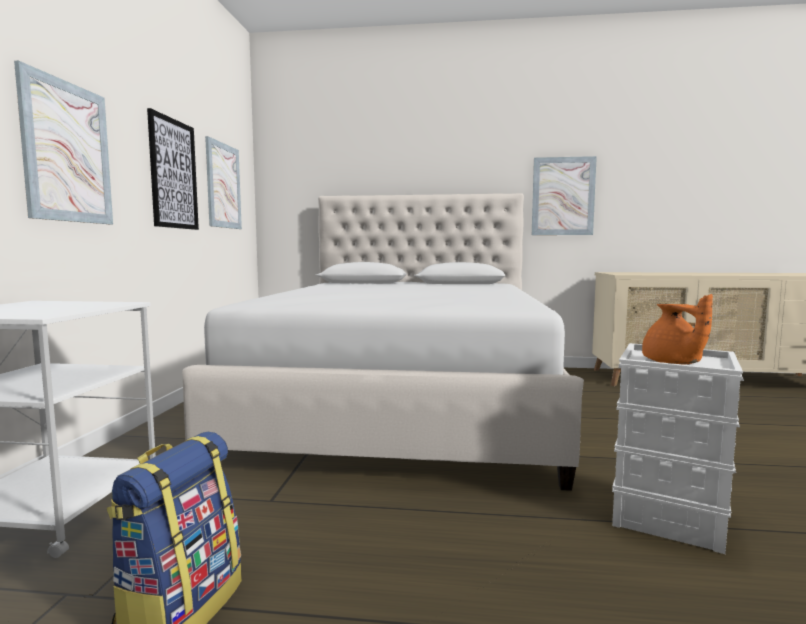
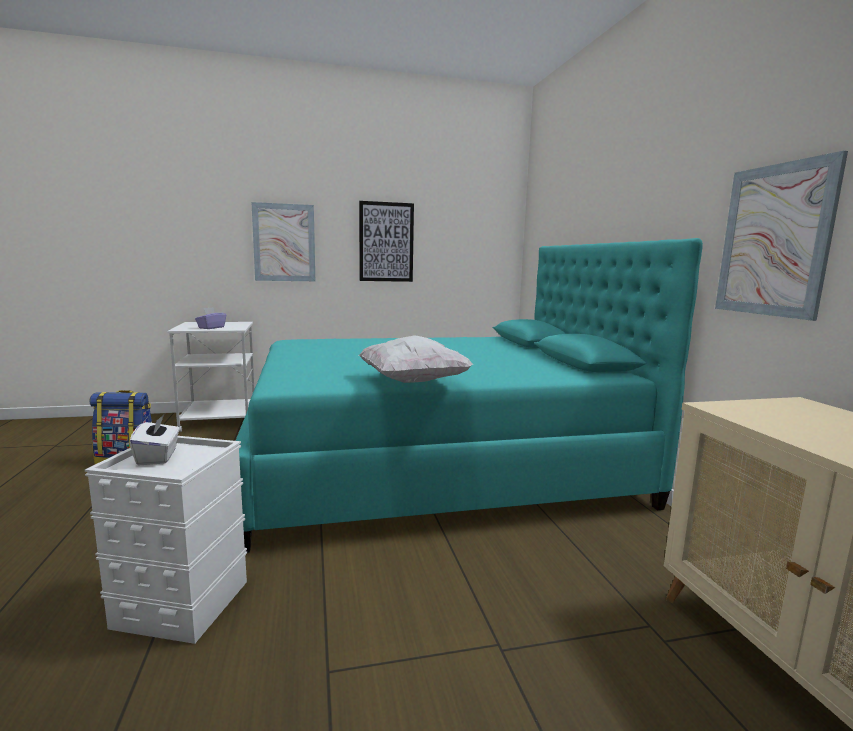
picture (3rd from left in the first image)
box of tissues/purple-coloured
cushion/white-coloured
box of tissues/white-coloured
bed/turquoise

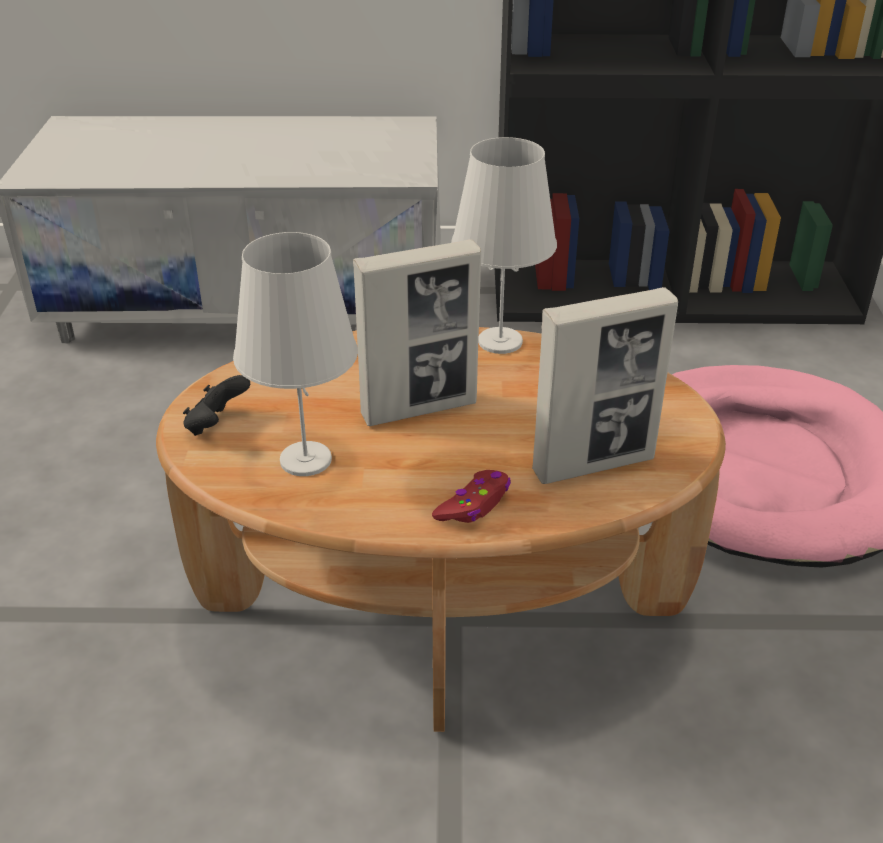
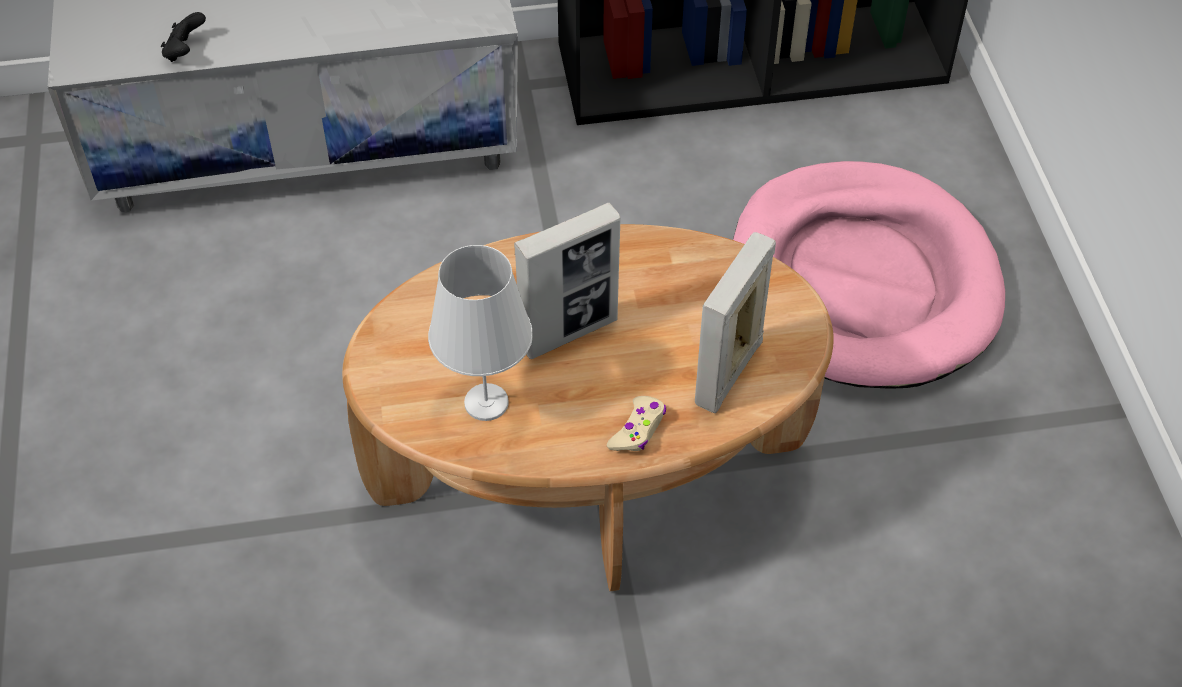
lamp for a table/white-coloured (2nd from left in the first image)
game controller/blackish
game controller/beige-coloured
photo frame (2nd from left)

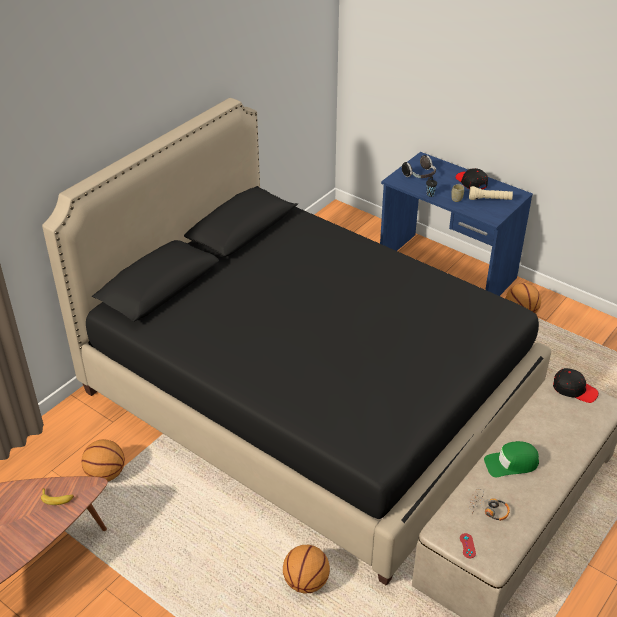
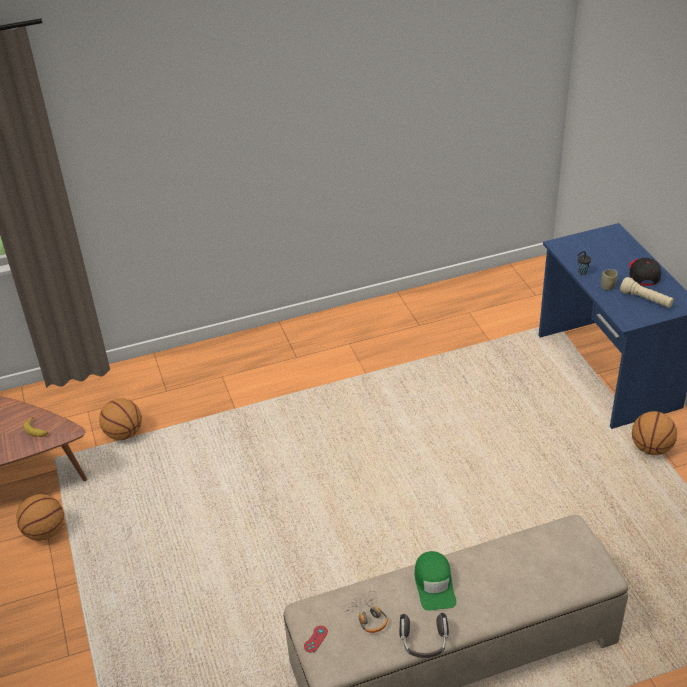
bed/blackish
cap/blackish (2nd from left in the first image)
basketball (1st from left)
headphones (2nd from left)
cap/greenish

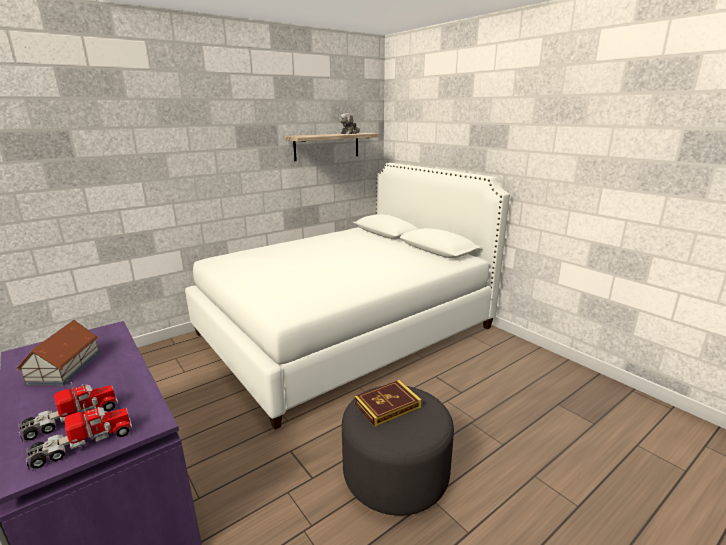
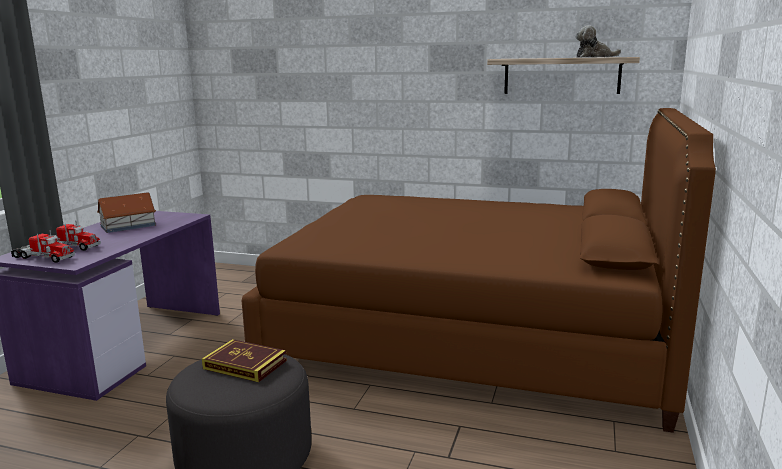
bed/brown-coloured

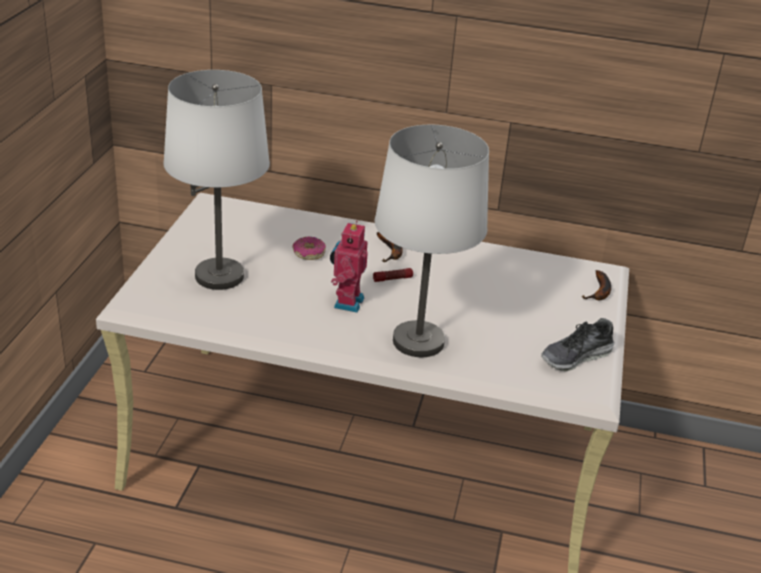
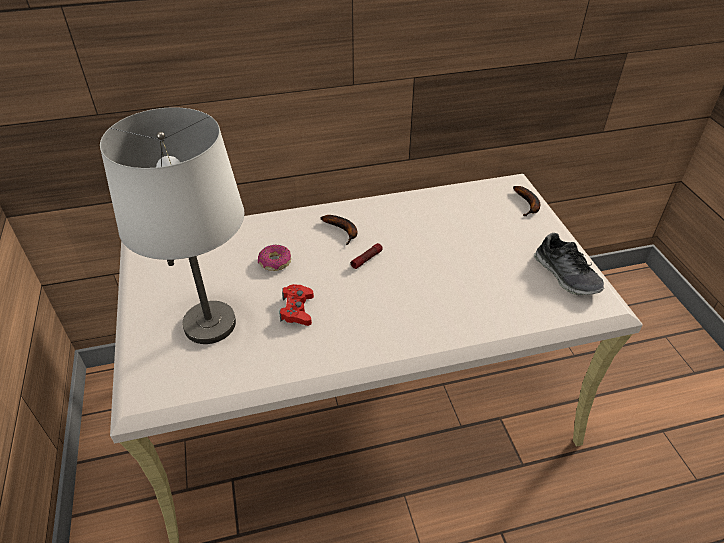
toy robot
lamp for a table/white-coloured (2nd from left in the first image)
game controller/red-coloured
item of footwear

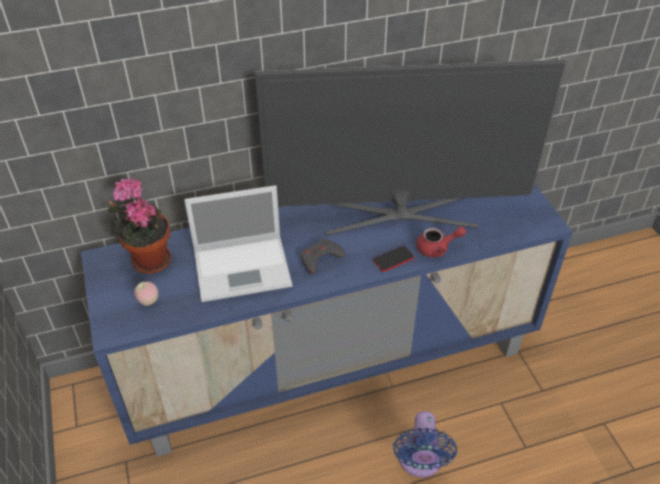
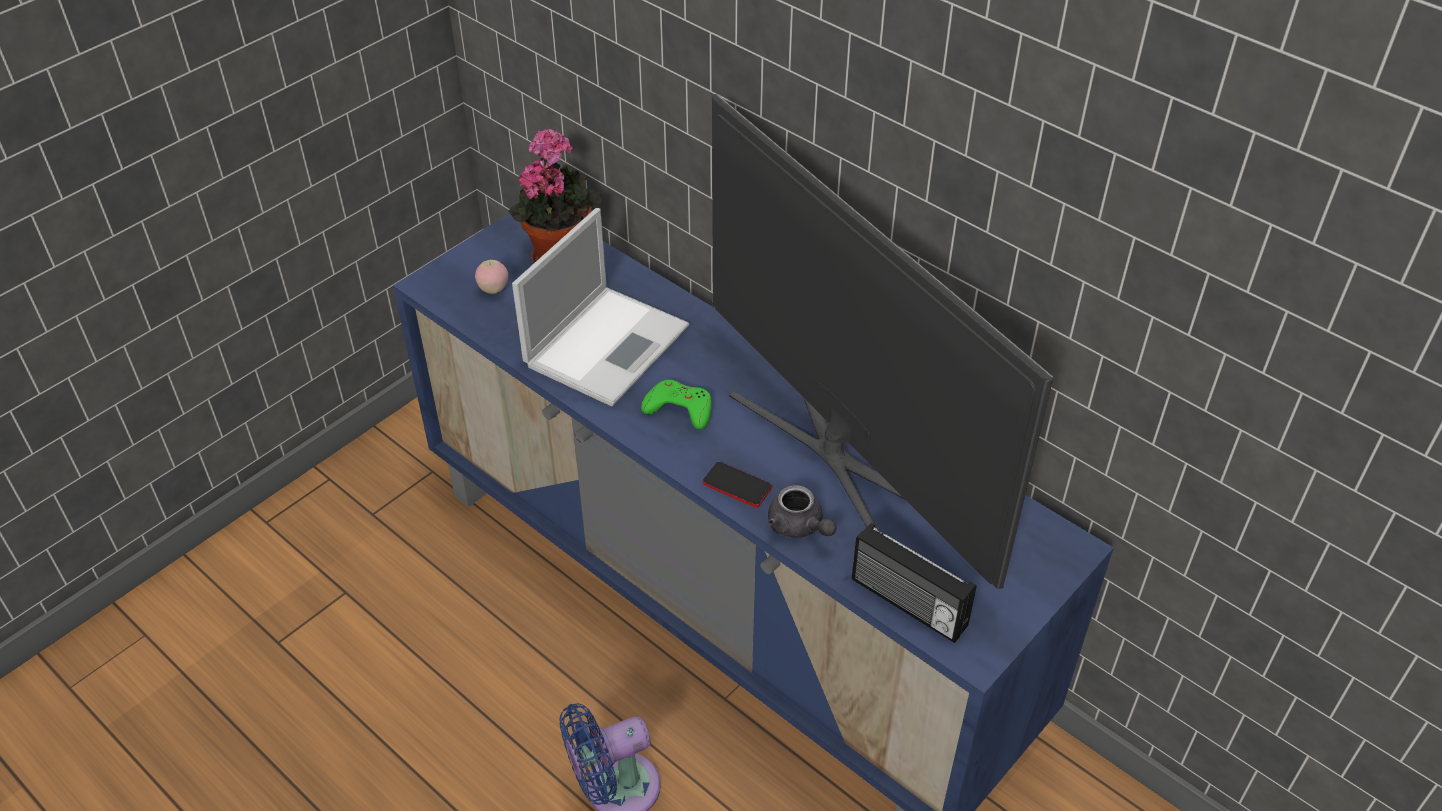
radio set
game controller/greenish
tea pot/gray
notebook computer

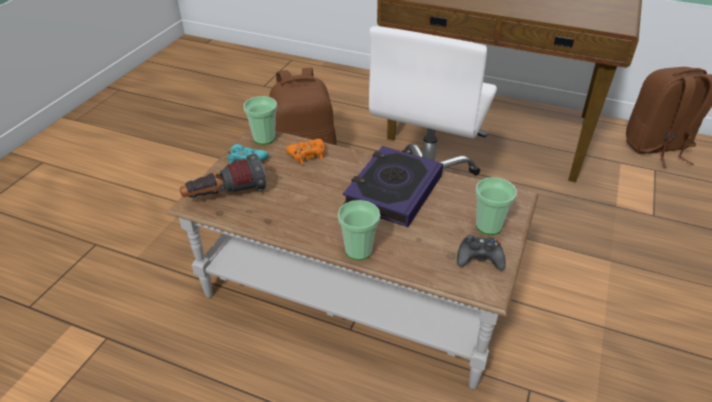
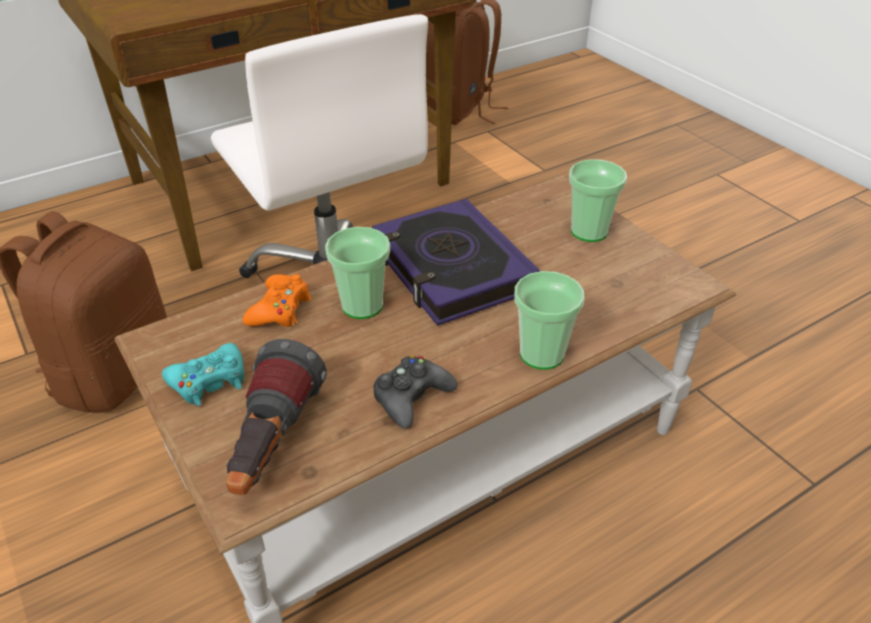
drinking cup (1st from left)
game controller/blackish

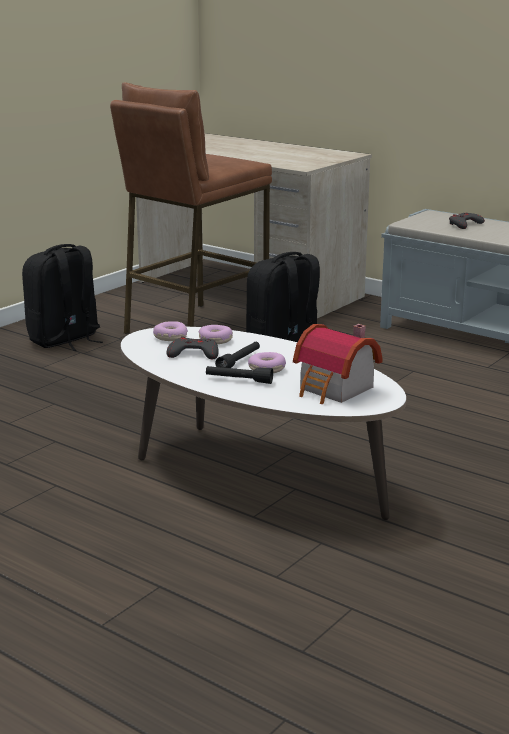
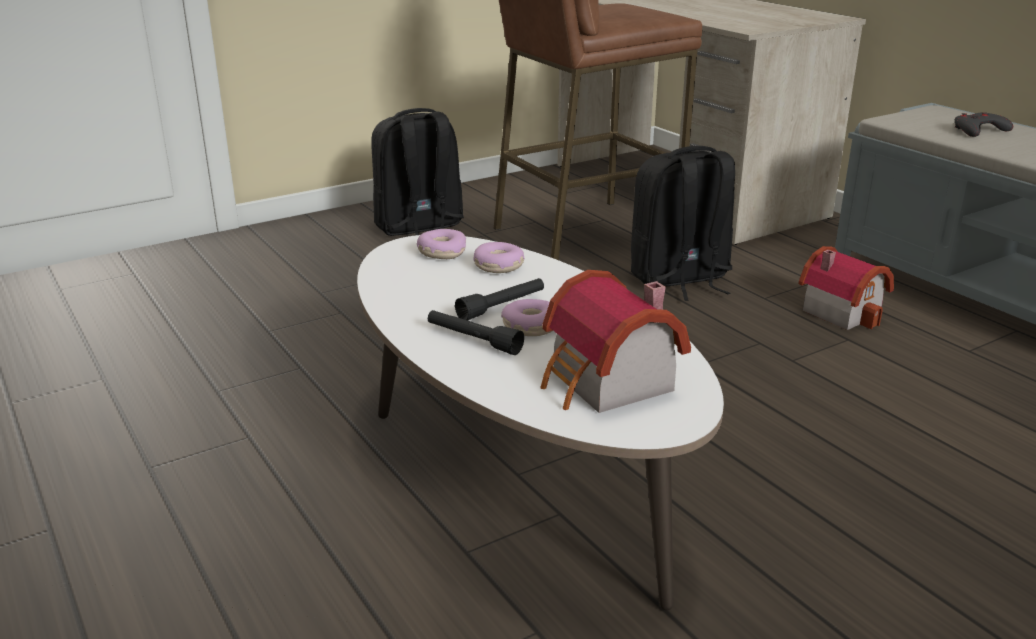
game controller/gray (1st from left in the first image)
miniature house (2nd from left)

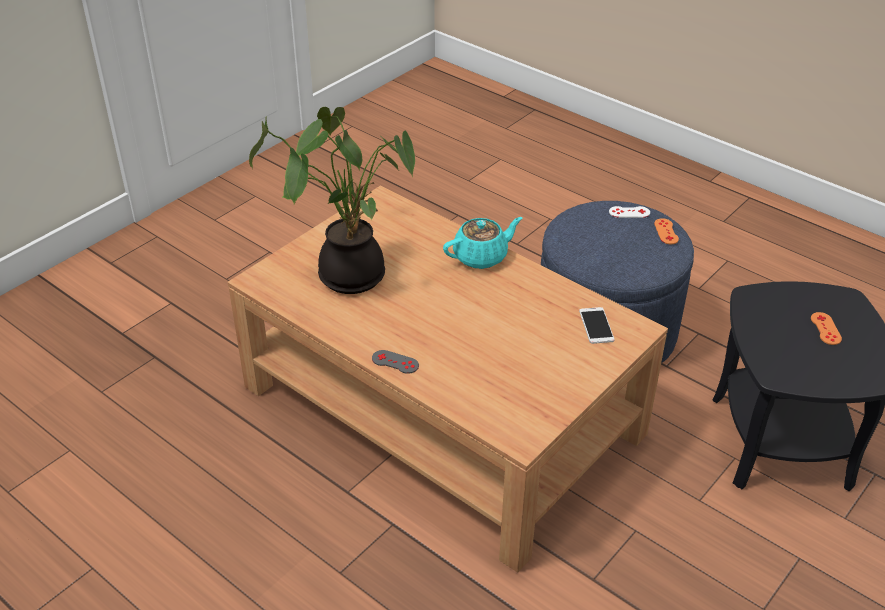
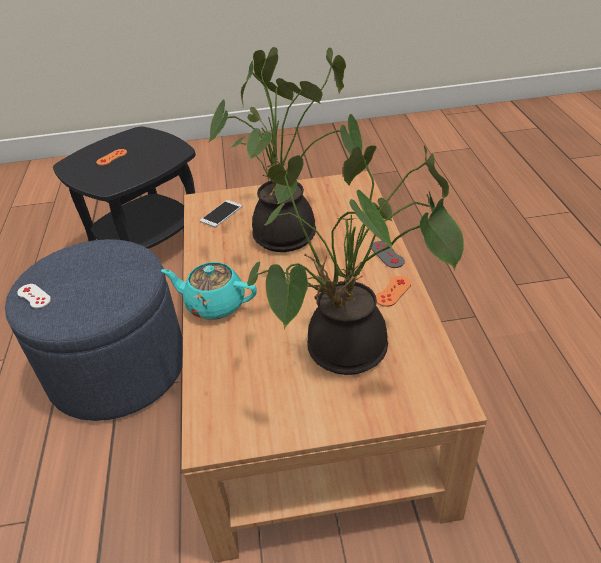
potted plant (1st from left)
game controller/orange-coloured (2nd from left)

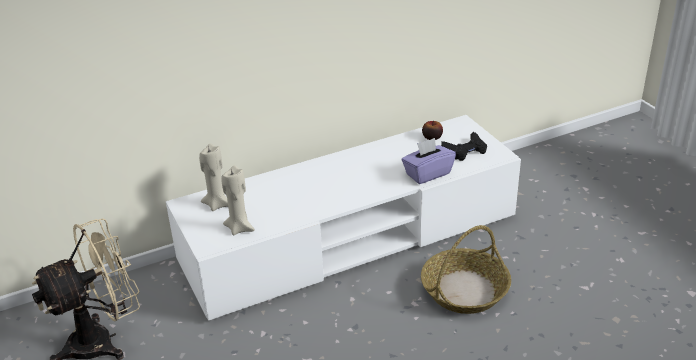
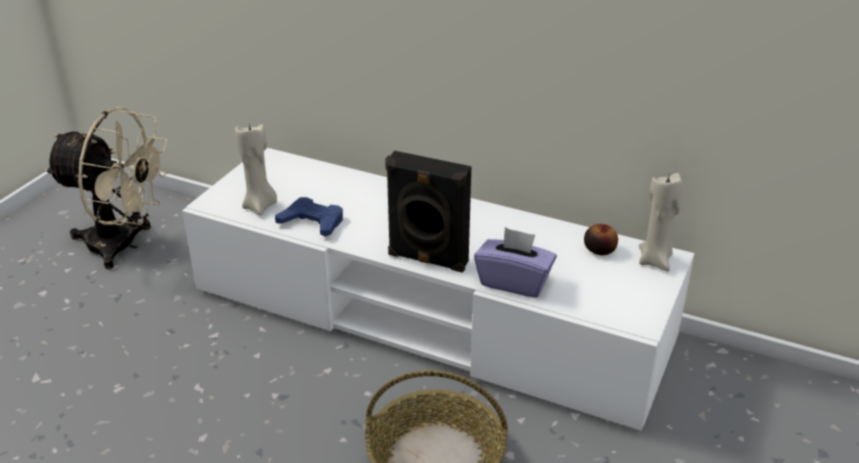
game controller/blackish
game controller/bluish
loudspeaker/blackish
wax candle/beige-coloured (2nd from left)

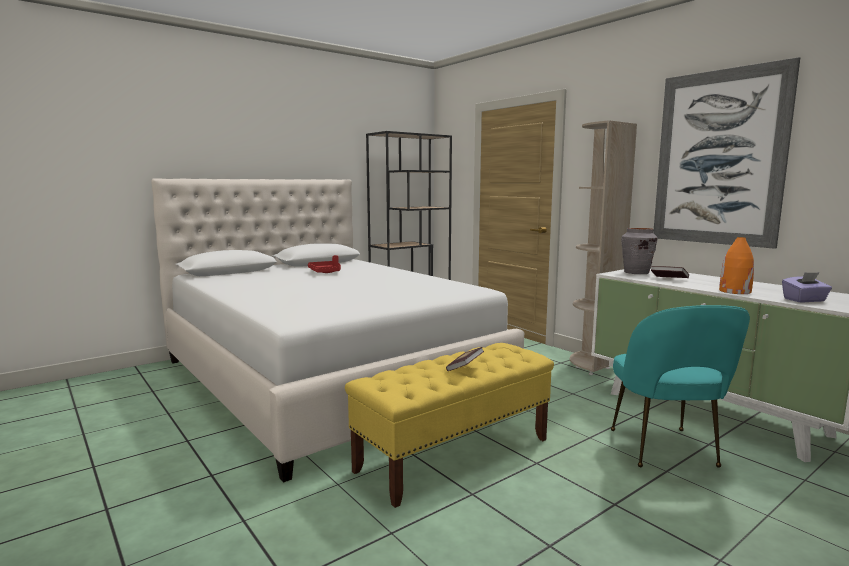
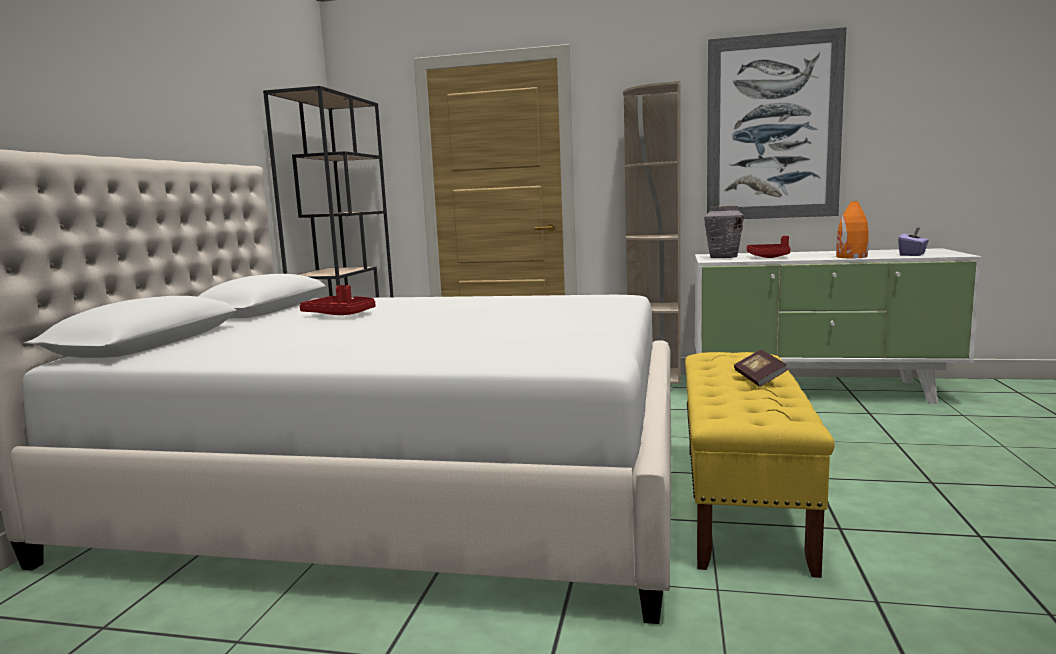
chair/turquoise
carrying tray/red-coloured (2nd from left)

